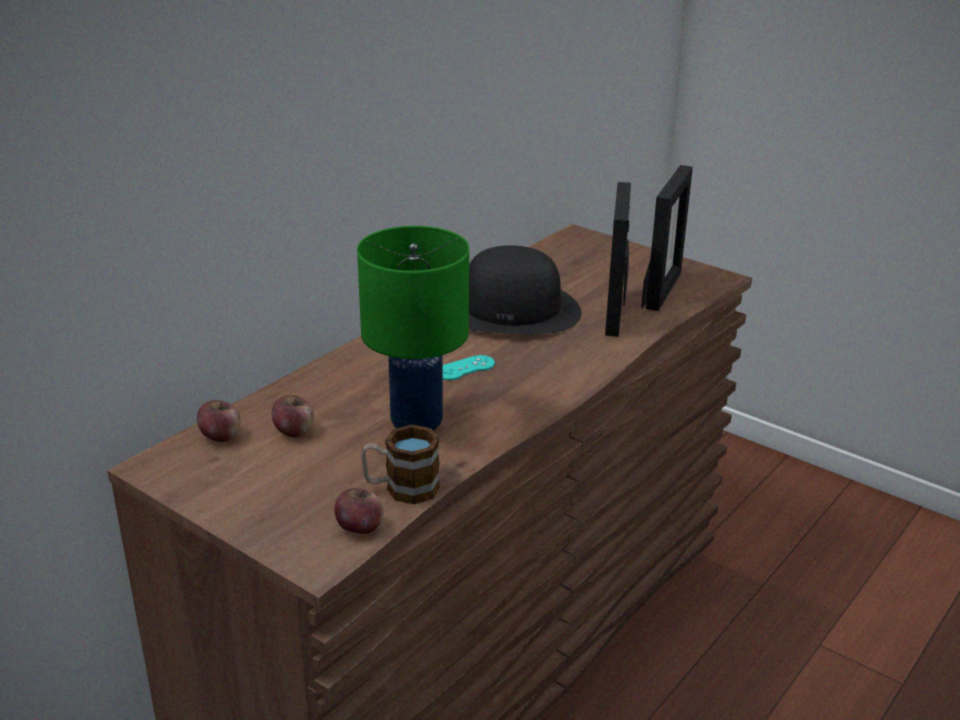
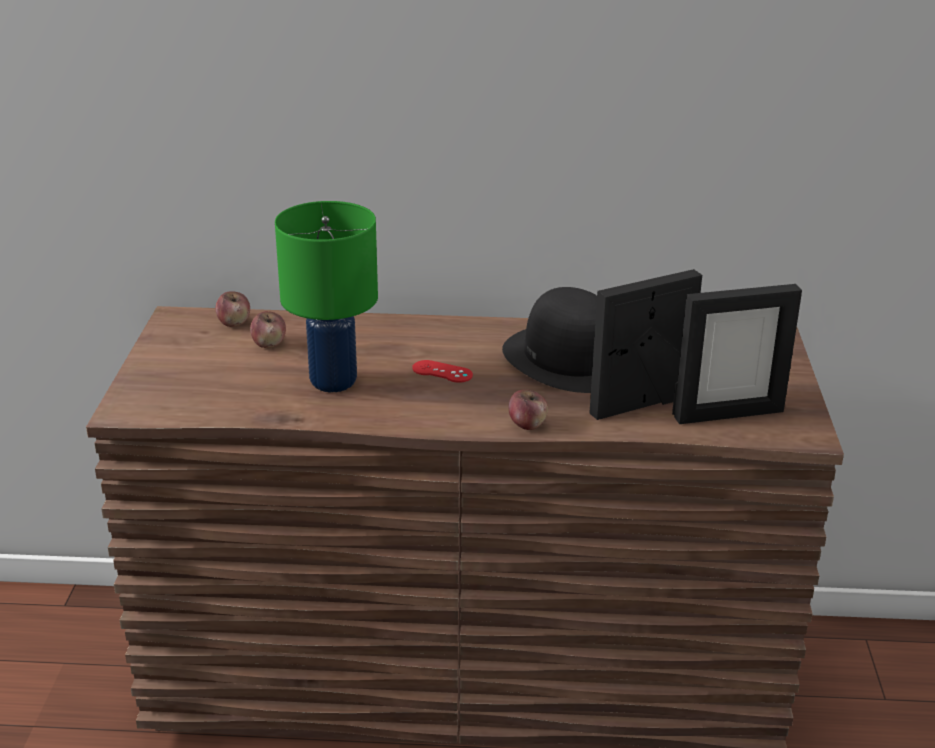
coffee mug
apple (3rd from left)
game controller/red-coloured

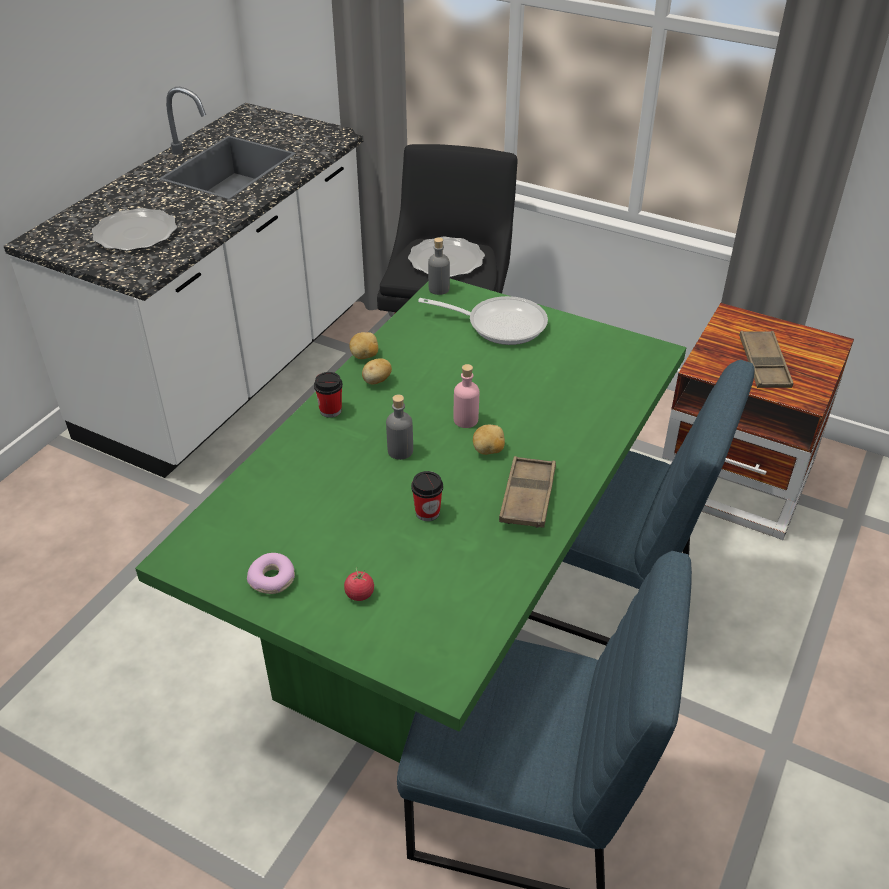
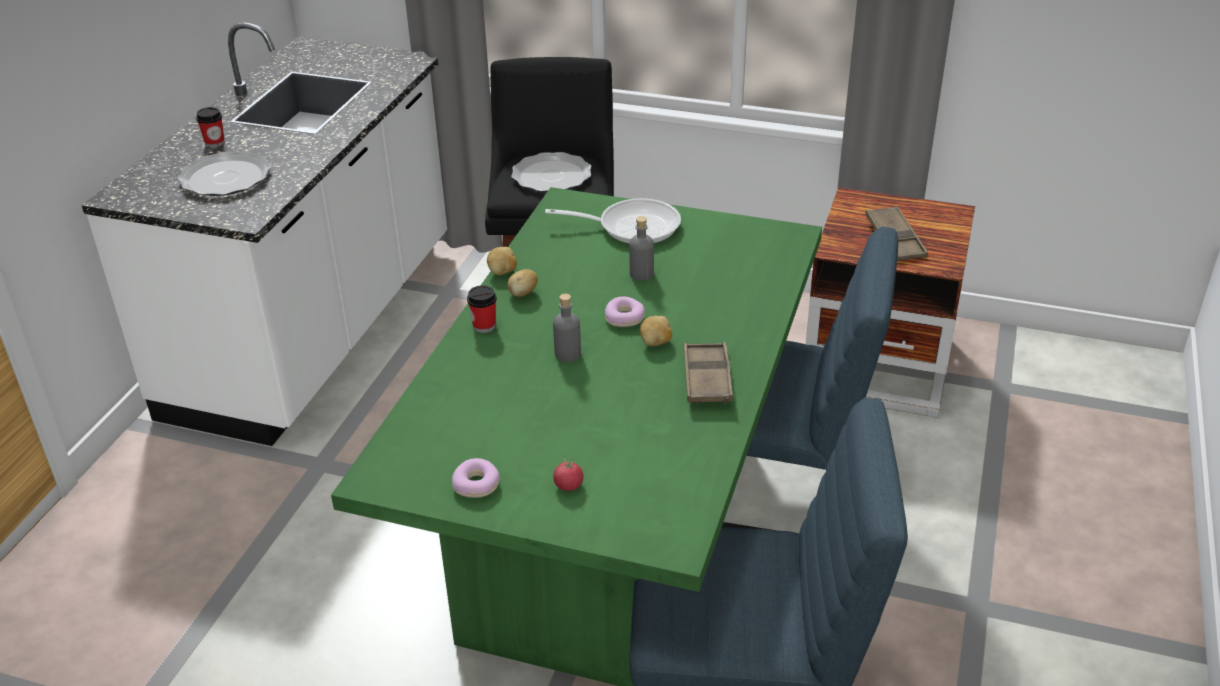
drinking cup (1st from left)
bottle/gray (2nd from left)
ring doughnut (2nd from left)

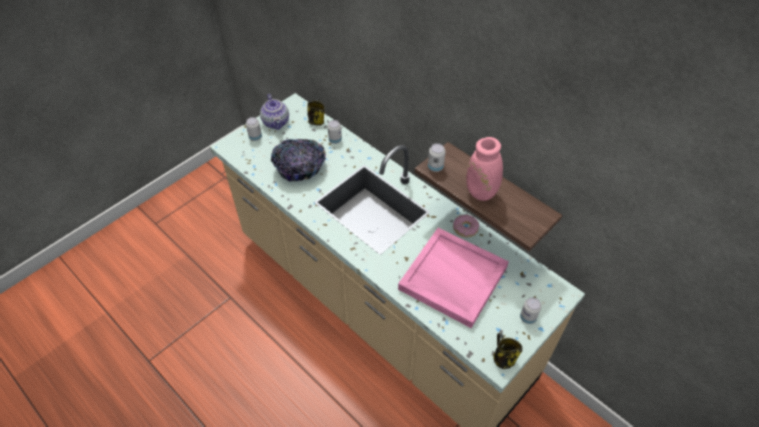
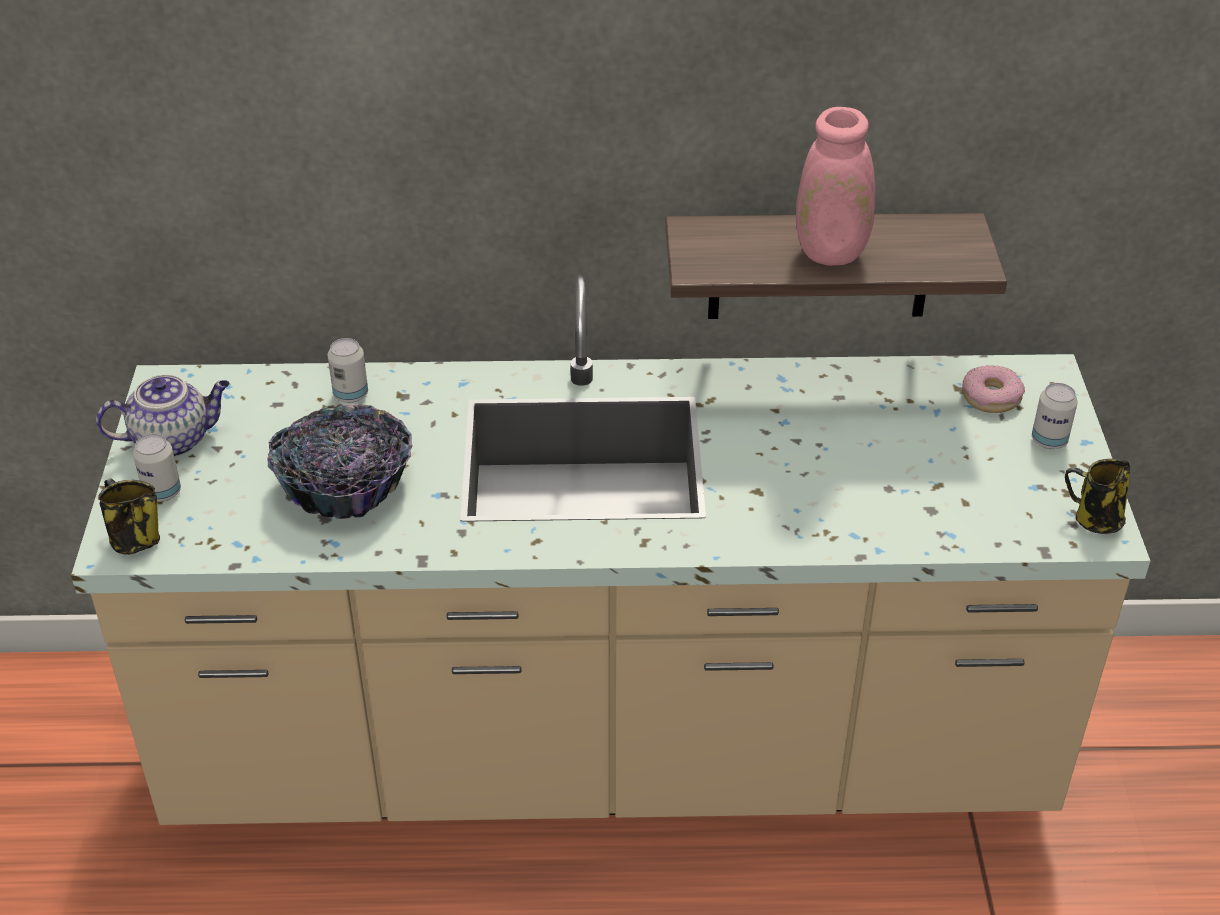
carrying tray/pink
can (3rd from left in the first image)
coffee mug (1st from left)
ring doughnut
tea pot

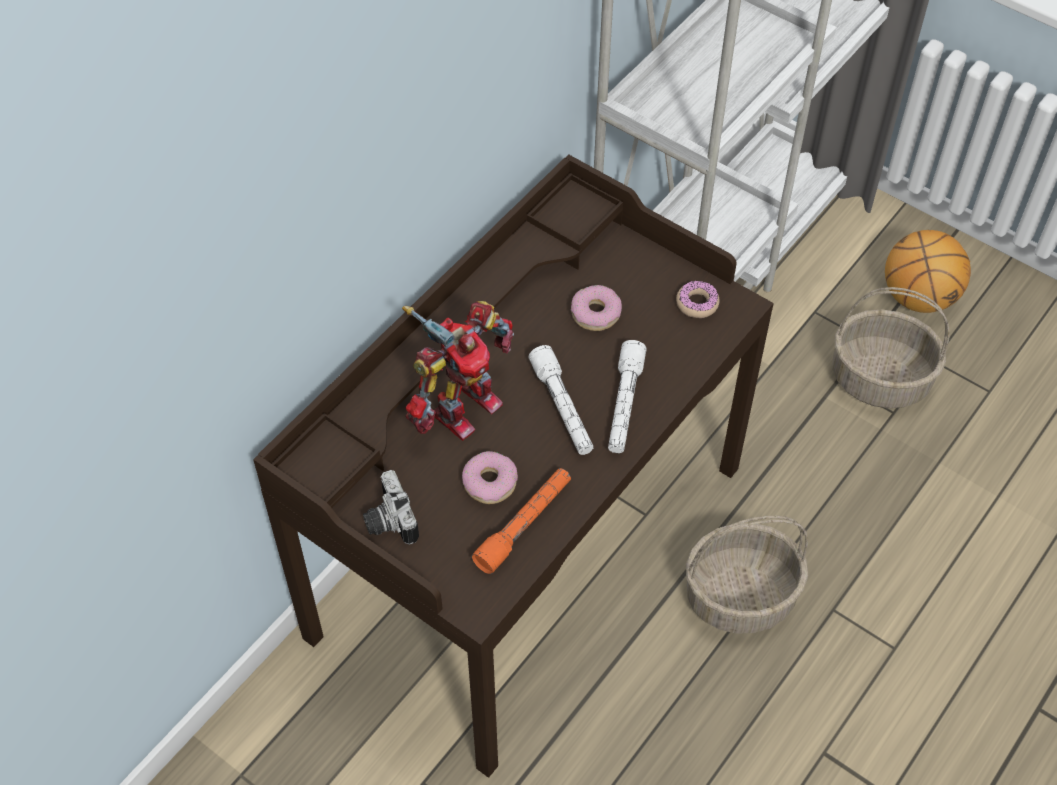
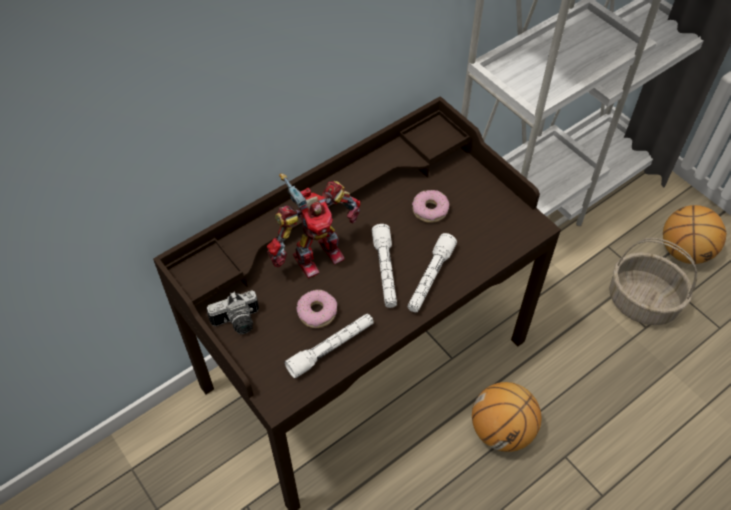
ring doughnut (3rd from left in the first image)
basketball (1st from left)
hand torch/white-coloured (1st from left)
photo camera

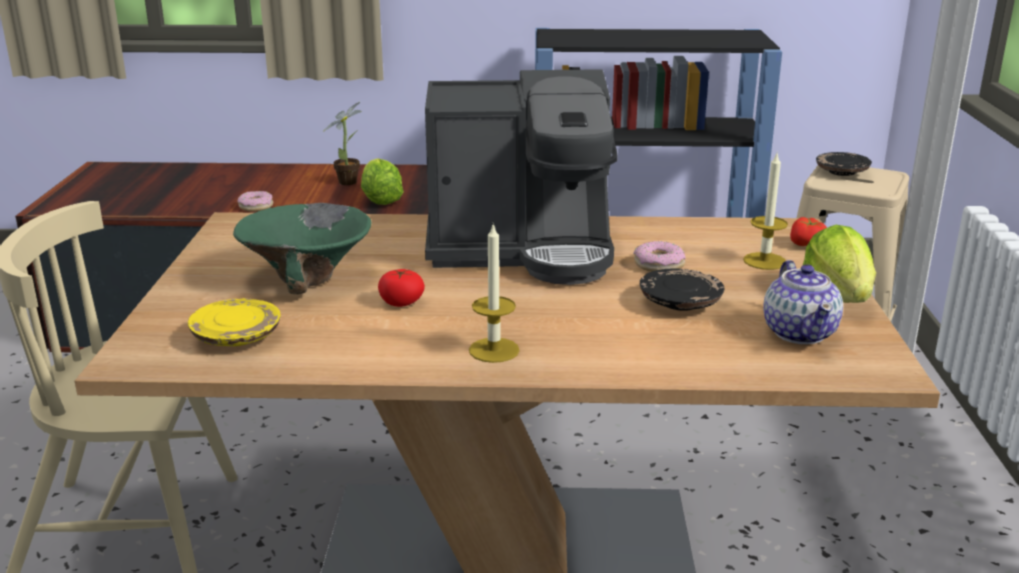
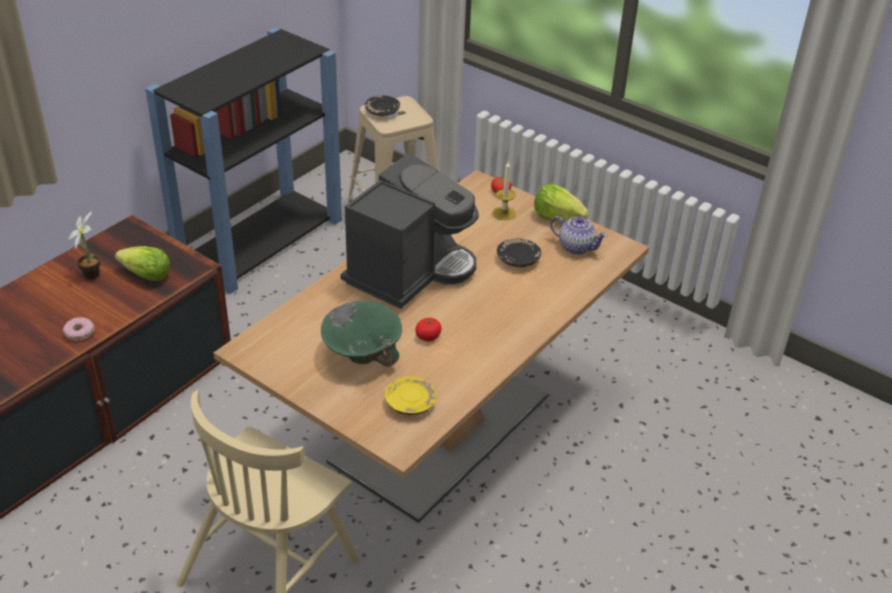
wax candle (1st from left in the first image)
ring doughnut (2nd from left in the first image)

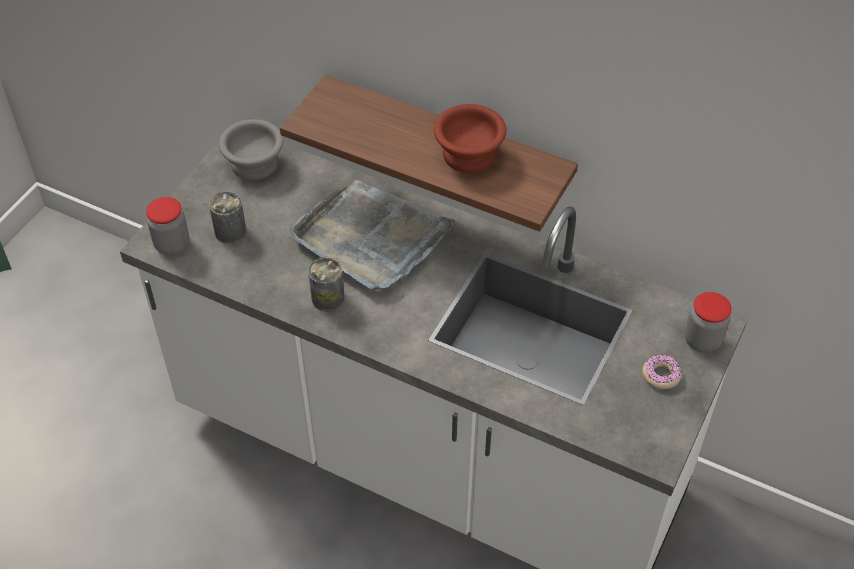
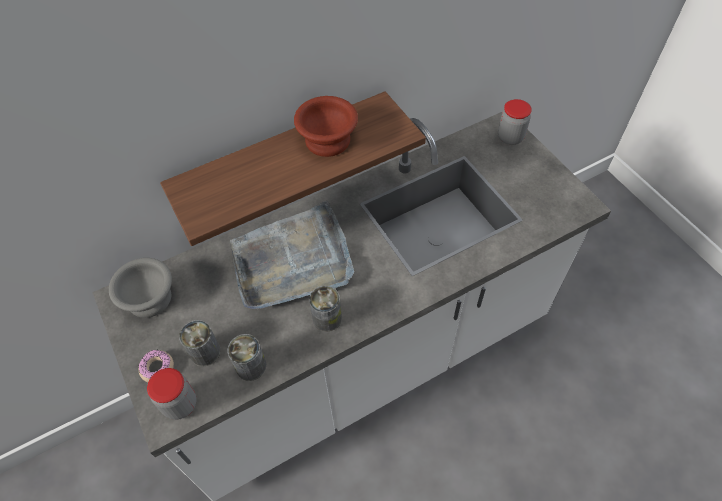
can (2nd from left)
ring doughnut

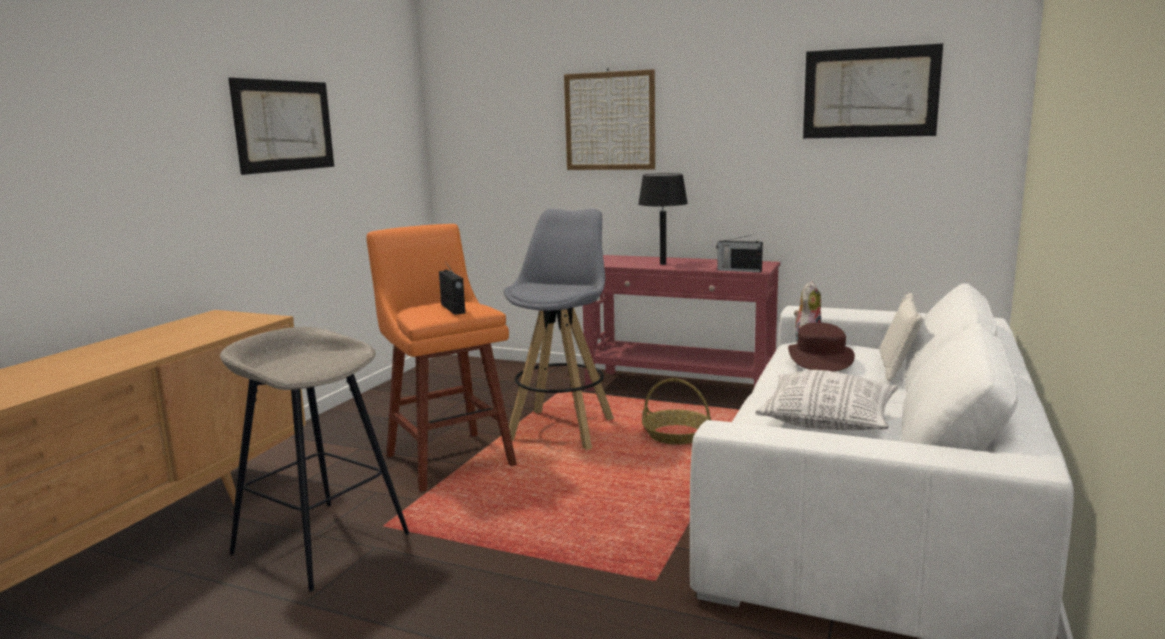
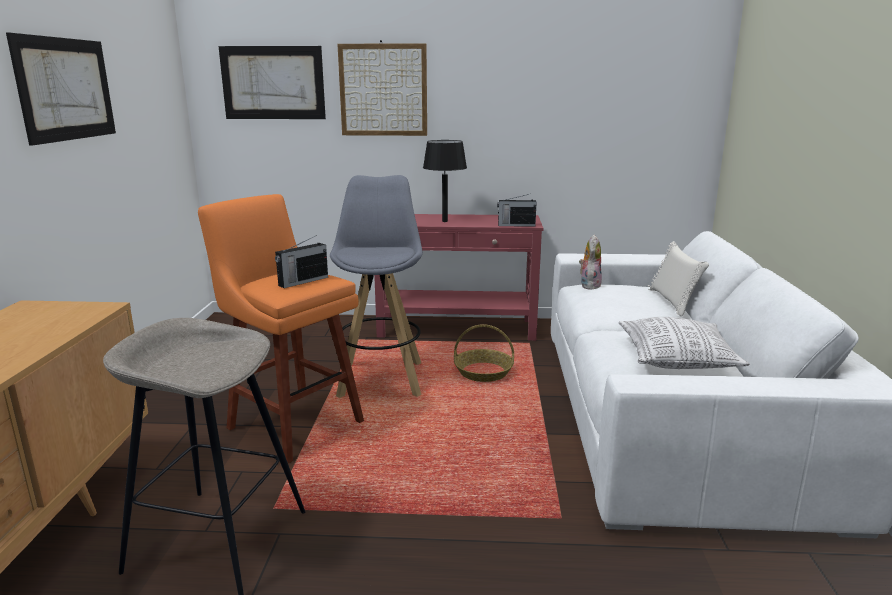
clothing hat/brown-coloured
picture (2nd from left)
radio set (1st from left)

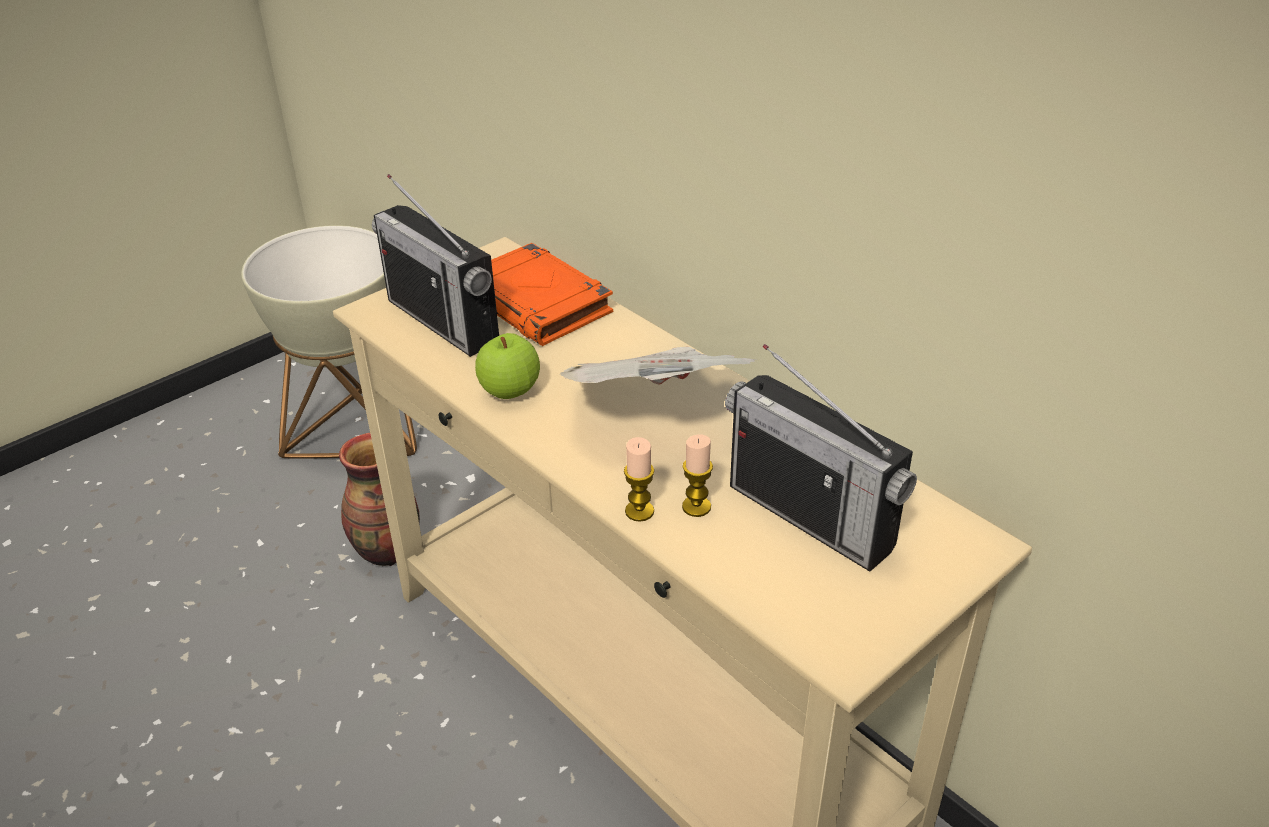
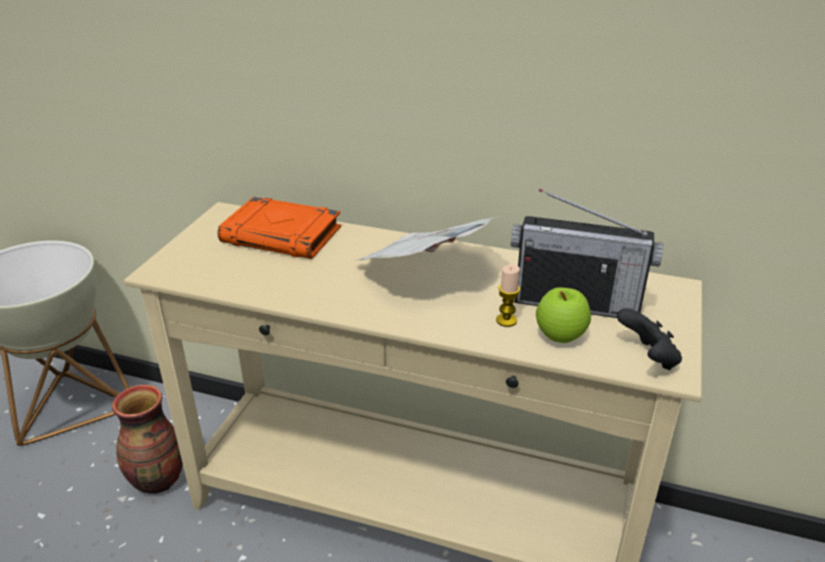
radio set (1st from left in the first image)
wax candle (1st from left in the first image)
game controller/blackish
apple

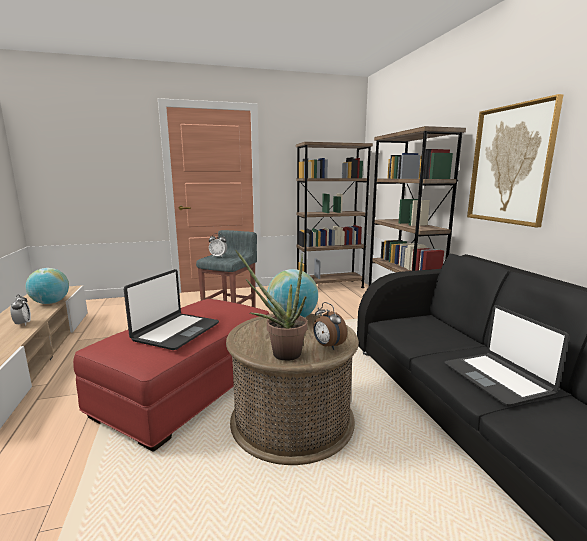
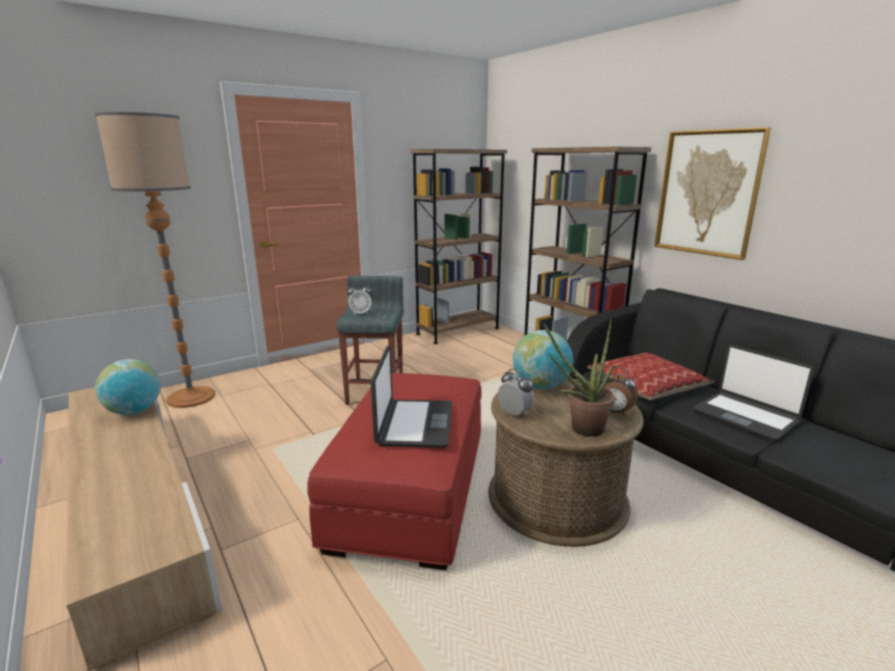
standard lamp
cushion
alarm clock (2nd from left)

